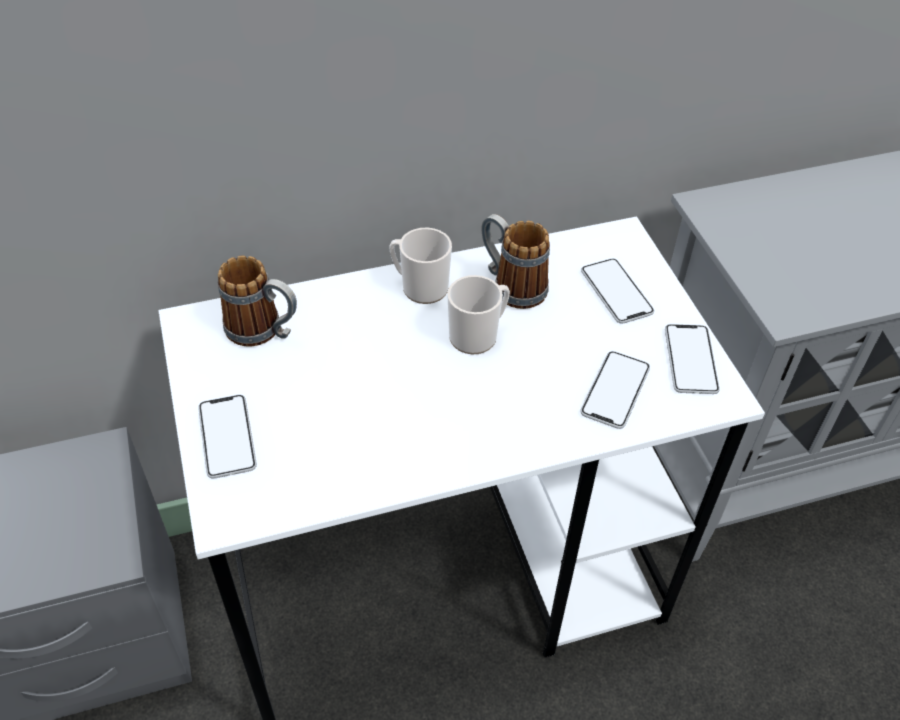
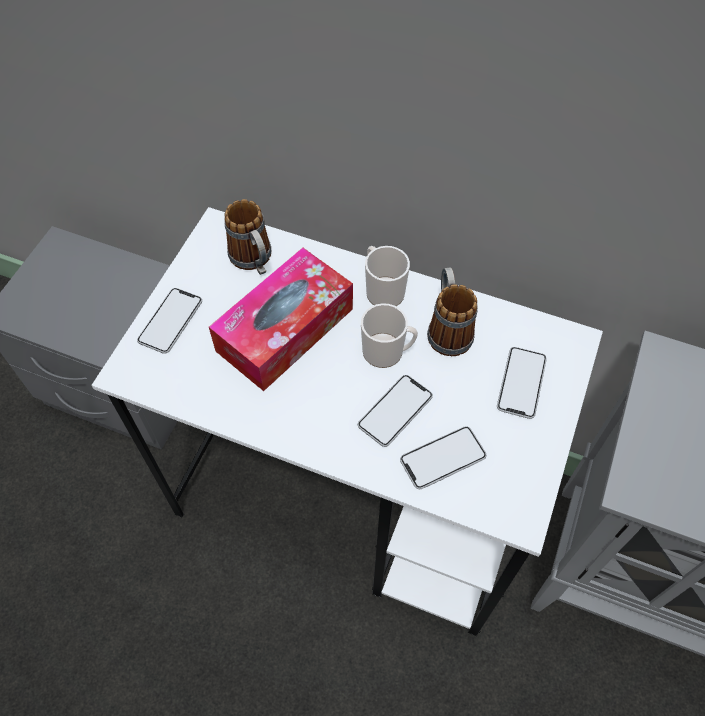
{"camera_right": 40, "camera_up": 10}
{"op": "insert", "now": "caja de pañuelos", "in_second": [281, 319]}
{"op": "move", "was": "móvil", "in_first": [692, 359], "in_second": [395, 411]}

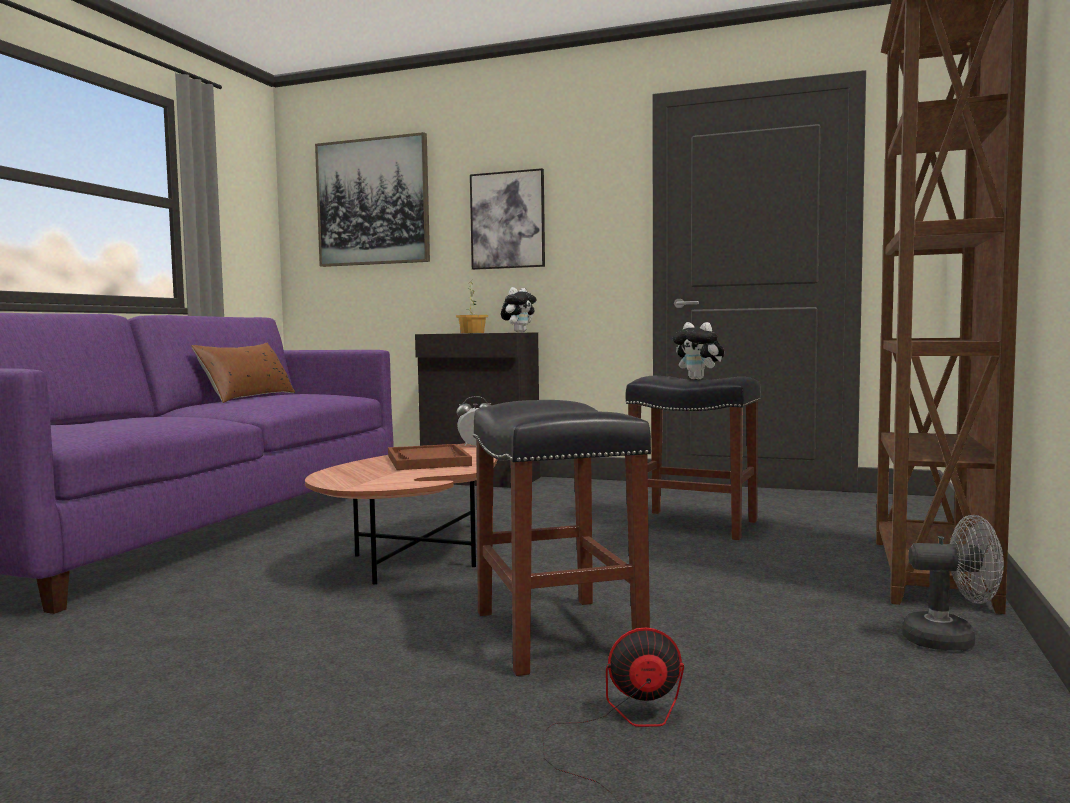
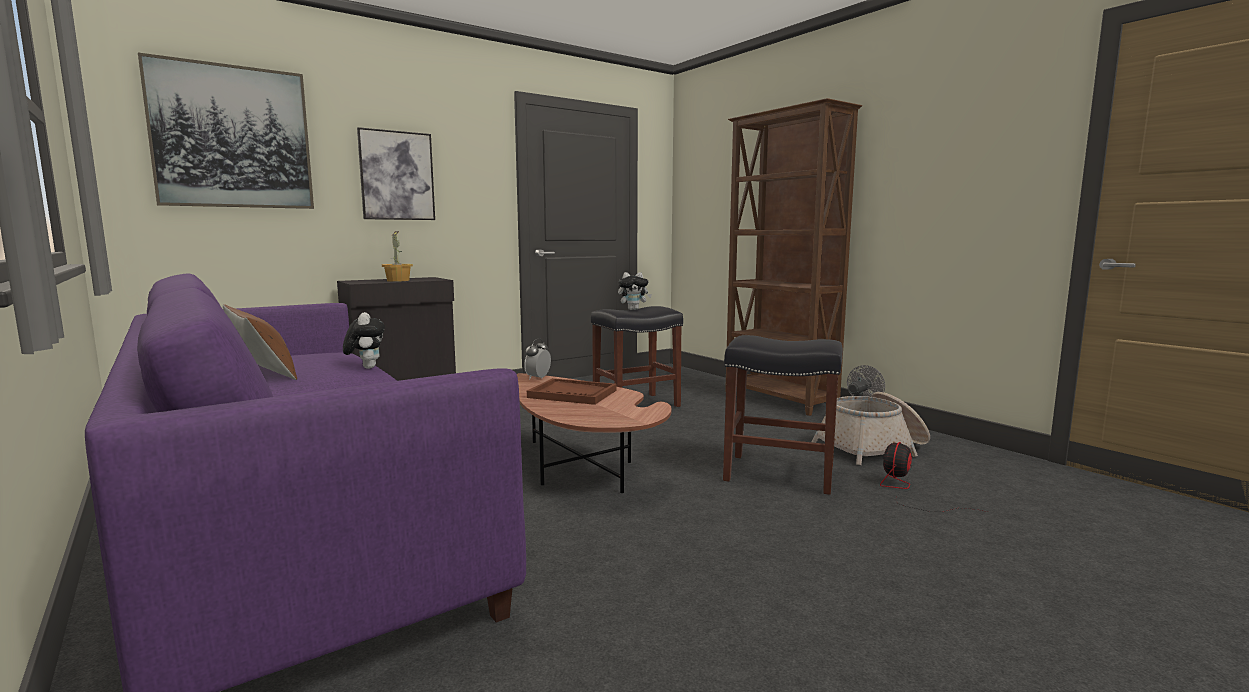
{"camera_right": -55, "camera_up": 5}
{"op": "move", "was": "peluche", "in_first": [518, 309], "in_second": [364, 340]}
{"op": "insert", "now": "cesta", "in_second": [870, 428]}

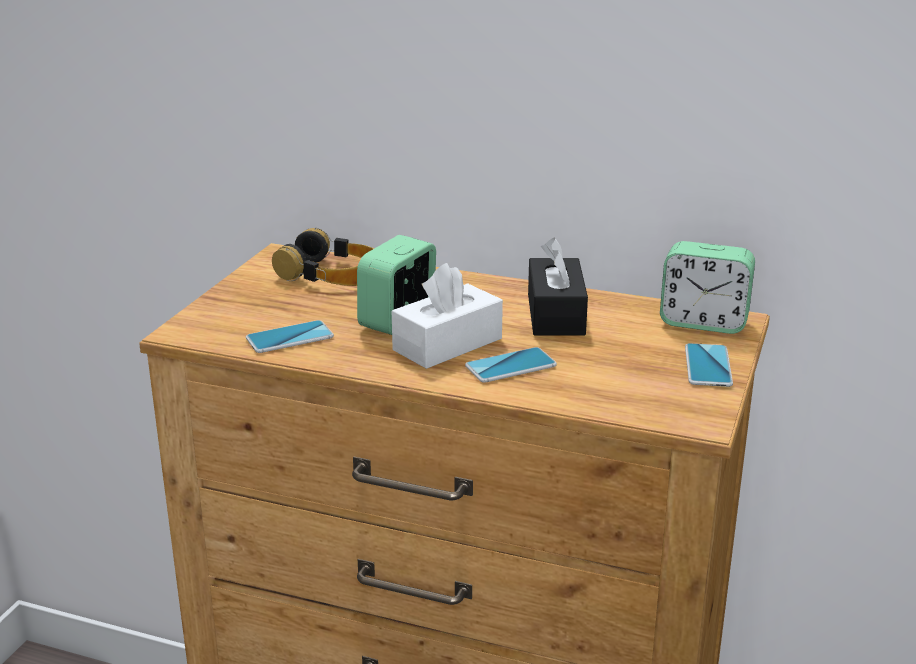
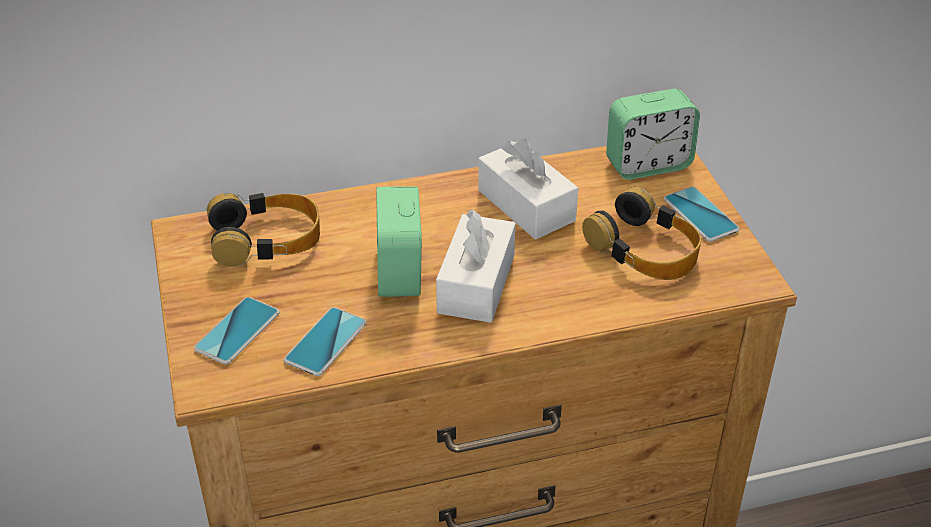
{"camera_right": -35, "camera_up": 15}
{"op": "move", "was": "móvil", "in_first": [511, 365], "in_second": [237, 330]}
{"op": "recolor", "was": "caja de pañuelos (negro)", "now": "caja de pañuelos (blanco)", "in_first": [558, 286], "in_second": [528, 189]}
{"op": "insert", "now": "auriculares", "in_second": [641, 233]}

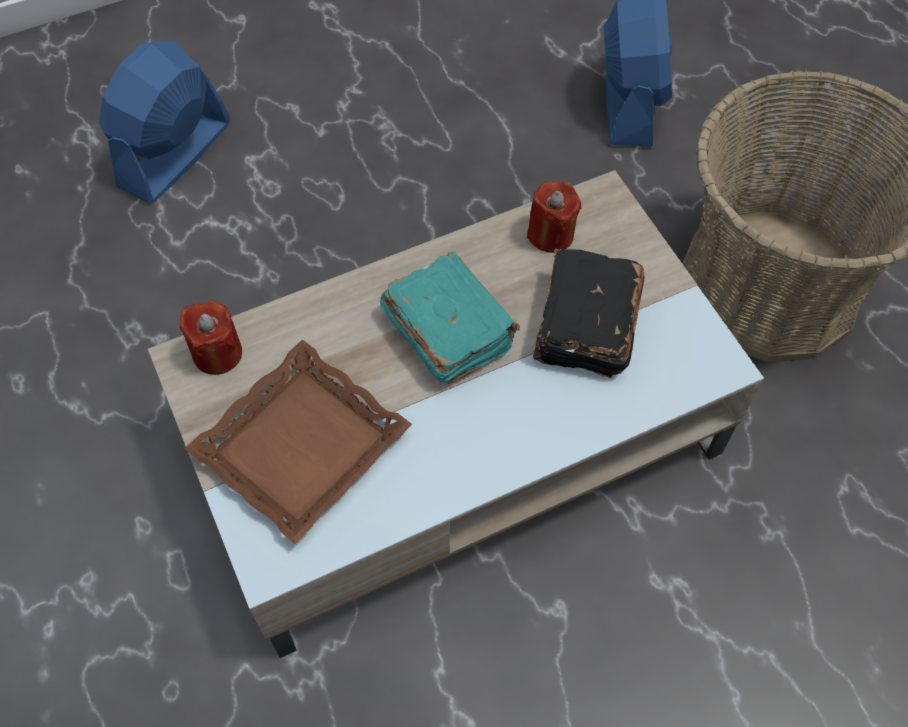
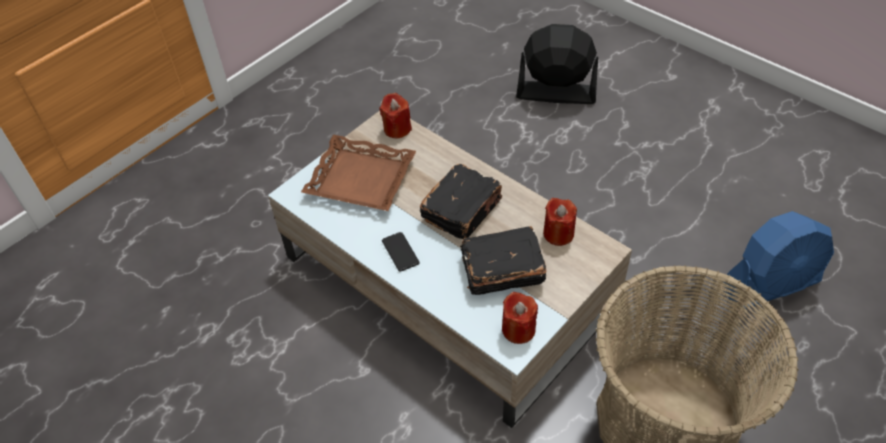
{"camera_right": 70, "camera_up": -10}
{"op": "insert", "now": "móvil", "in_second": [401, 251]}
{"op": "recolor", "was": "libro (turquesa)", "now": "libro (negro)", "in_first": [450, 318], "in_second": [461, 201]}
{"op": "insert", "now": "vela (rojo)", "in_second": [520, 318]}
{"op": "recolor", "was": "ventilador (azul)", "now": "ventilador (negro)", "in_first": [164, 122], "in_second": [557, 64]}

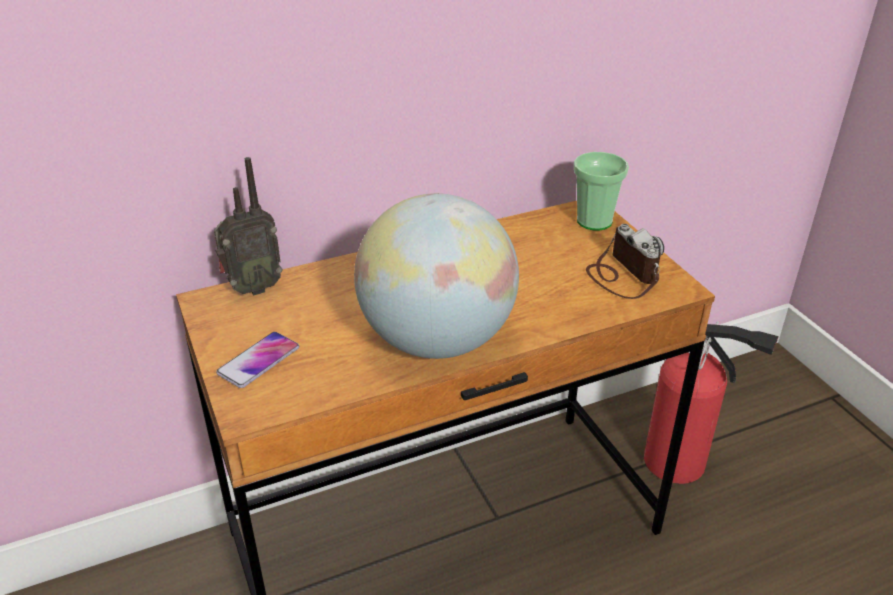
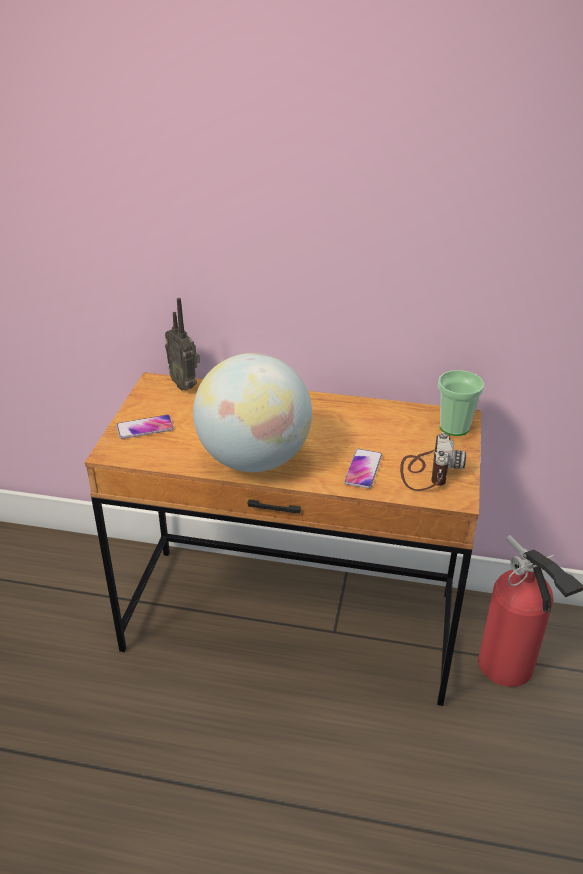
{"camera_right": 35, "camera_up": 0}
{"op": "rotate", "was": "radio", "in_first": [248, 226], "in_second": [182, 344], "clockwise": 45}
{"op": "insert", "now": "móvil", "in_second": [363, 469]}

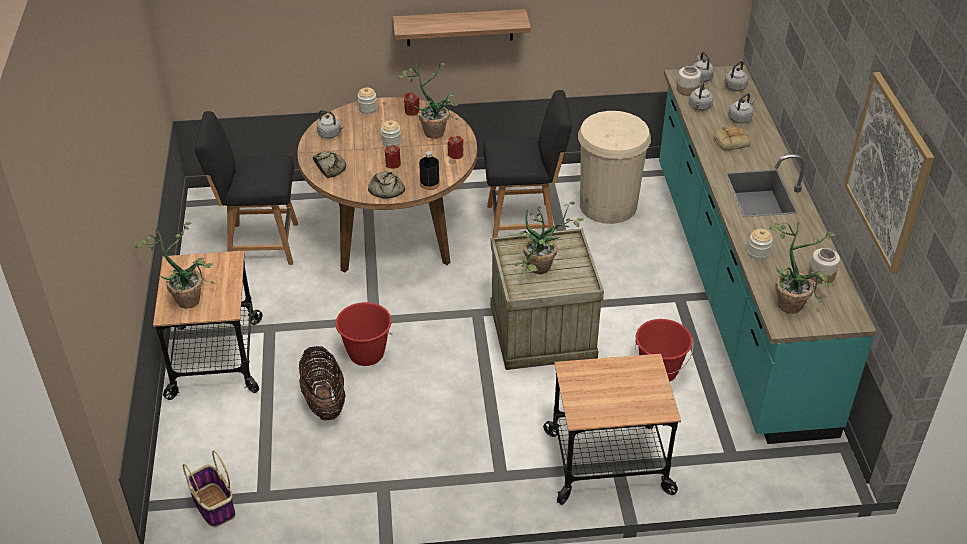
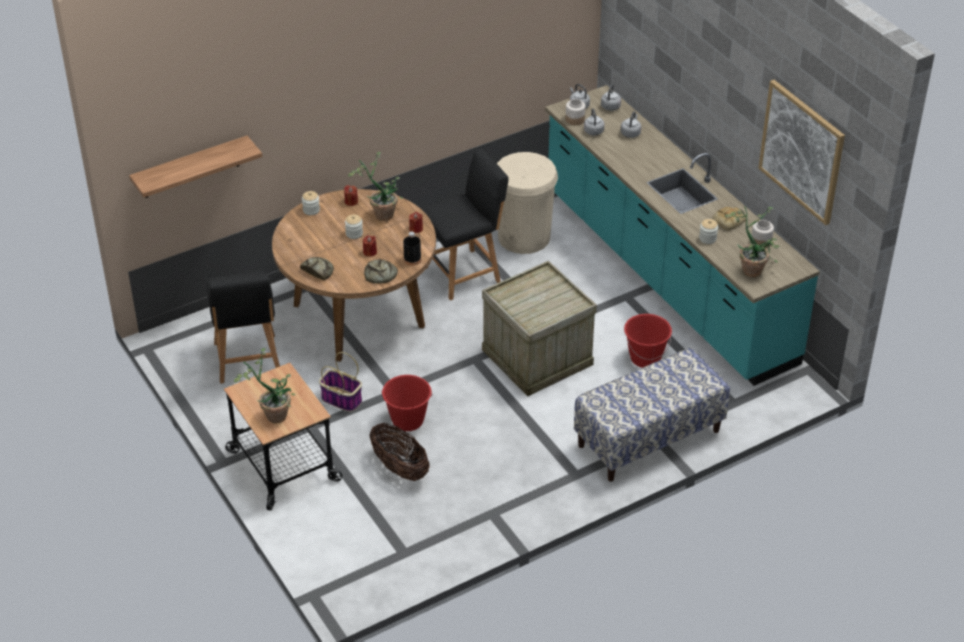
{"camera_right": -25, "camera_up": 0}
{"op": "move", "was": "estante", "in_first": [462, 27], "in_second": [195, 167]}
{"op": "rotate", "was": "silla (negro)", "in_first": [246, 188], "in_second": [243, 327], "clockwise": -75}
{"op": "move", "was": "cesta", "in_first": [209, 488], "in_second": [340, 382]}
{"op": "replace", "was": "carrito", "now": "banco", "in_first": [612, 429], "in_second": [652, 415]}
{"op": "move", "was": "pan", "in_first": [732, 138], "in_second": [729, 219]}
{"op": "delete", "was": "hervidor (gris)", "in_first": [330, 124]}
{"op": "delete", "was": "planta en maceta", "in_first": [549, 238]}

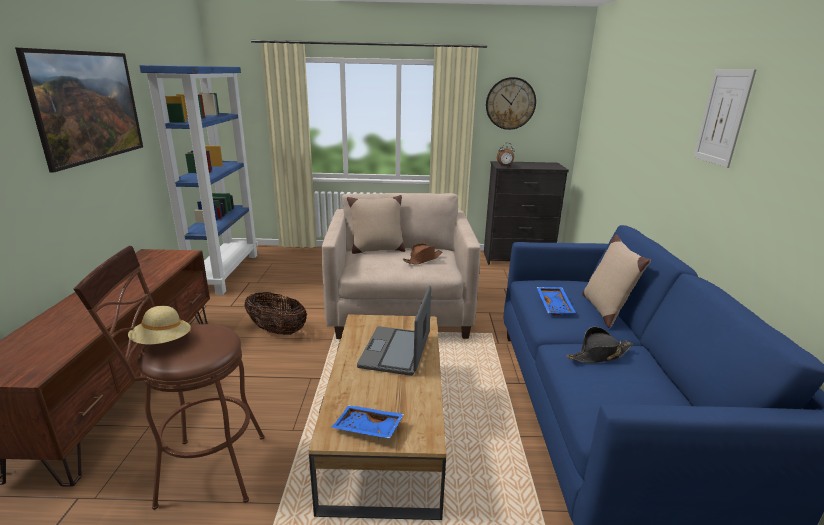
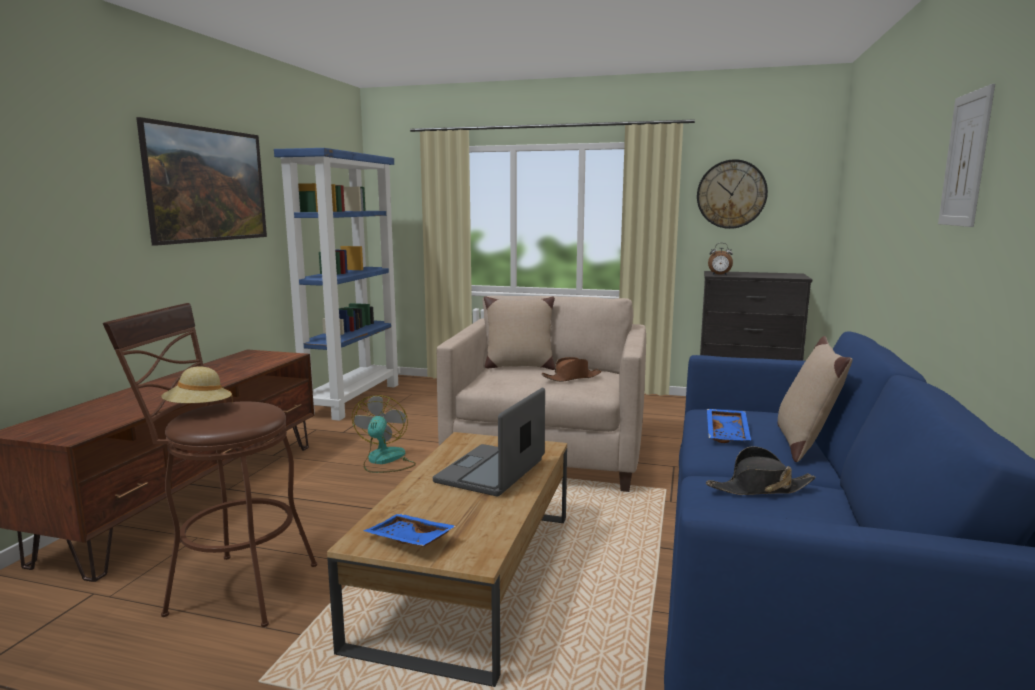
{"camera_right": 15, "camera_up": -10}
{"op": "replace", "was": "cesta", "now": "ventilador", "in_first": [275, 313], "in_second": [384, 434]}

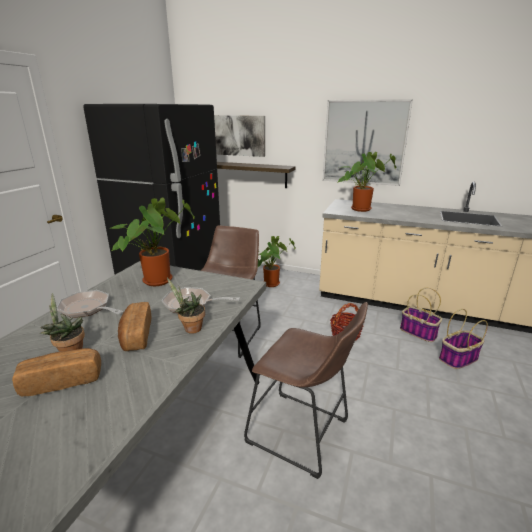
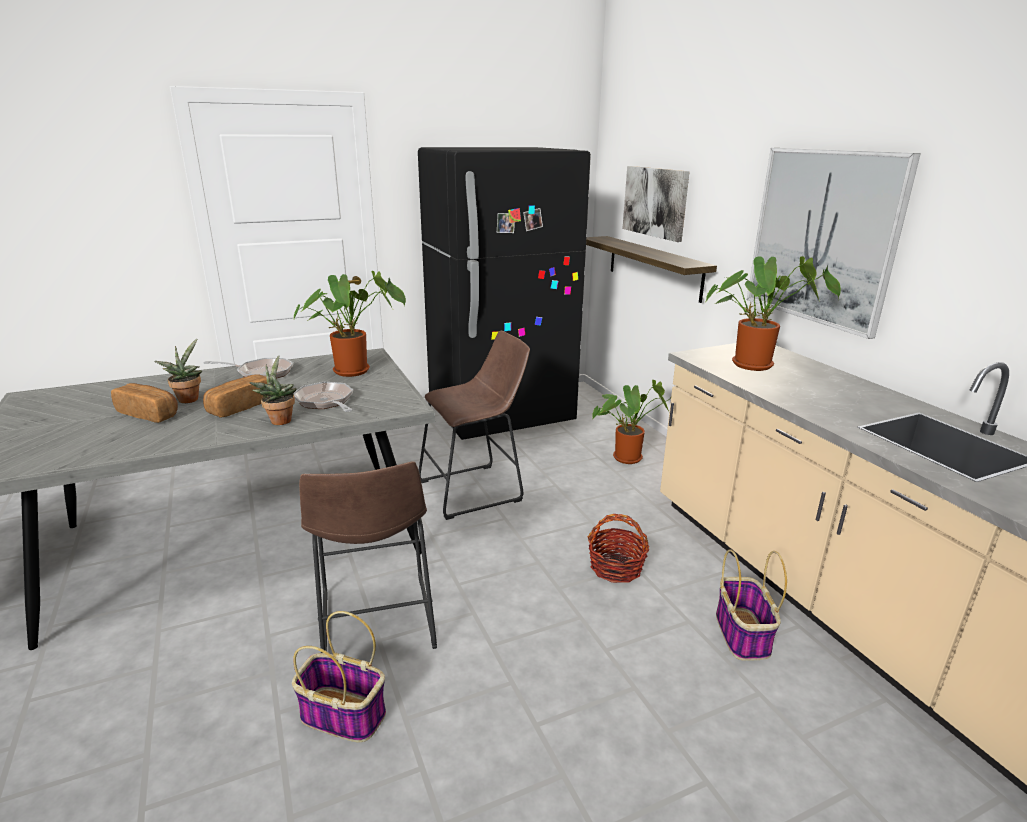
{"camera_right": 45, "camera_up": 0}
{"op": "rotate", "was": "sartén", "in_first": [90, 304], "in_second": [248, 368], "clockwise": 105}
{"op": "move", "was": "cesta", "in_first": [463, 339], "in_second": [339, 676]}

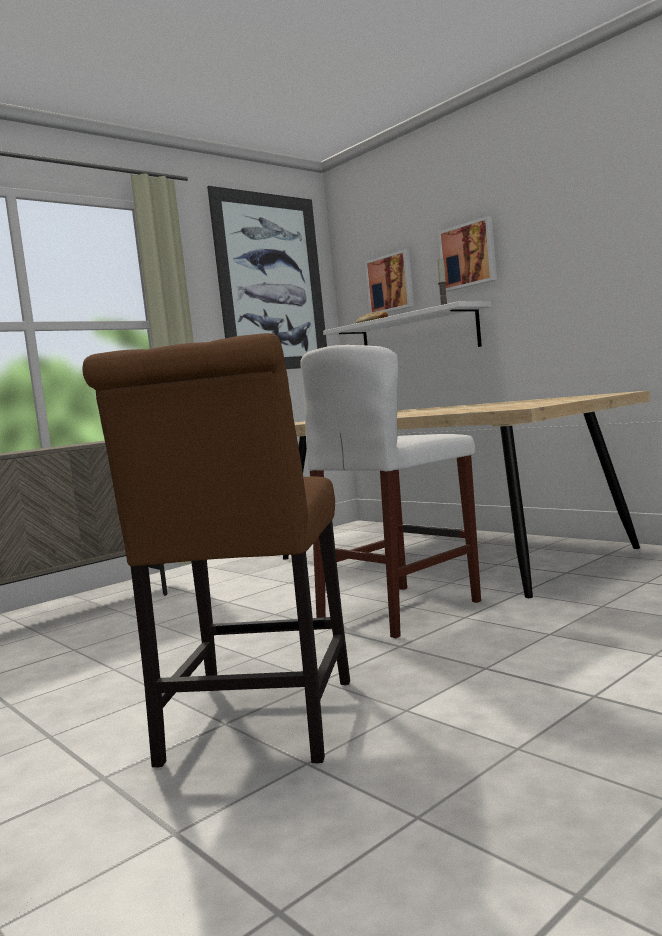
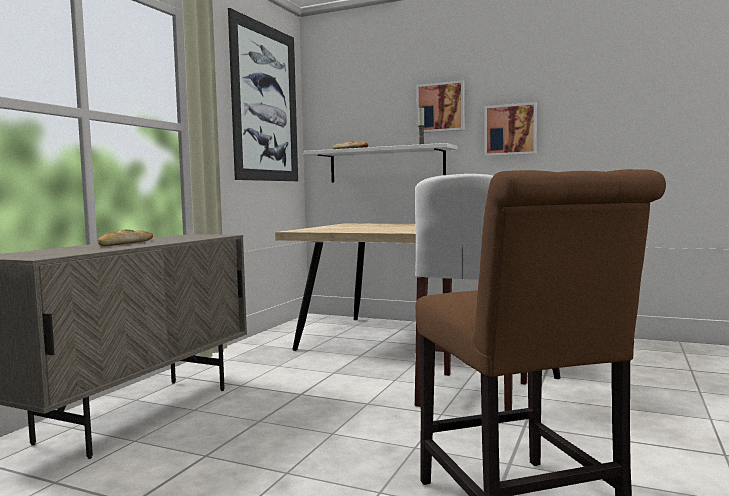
{"camera_right": -25, "camera_up": 0}
{"op": "insert", "now": "pan", "in_second": [125, 237]}
{"op": "move", "was": "cuadro", "in_first": [389, 281], "in_second": [510, 129]}

